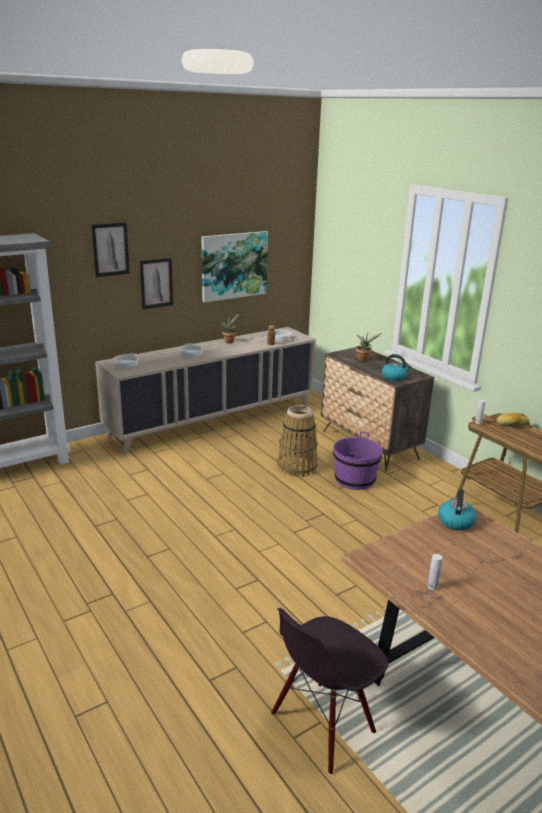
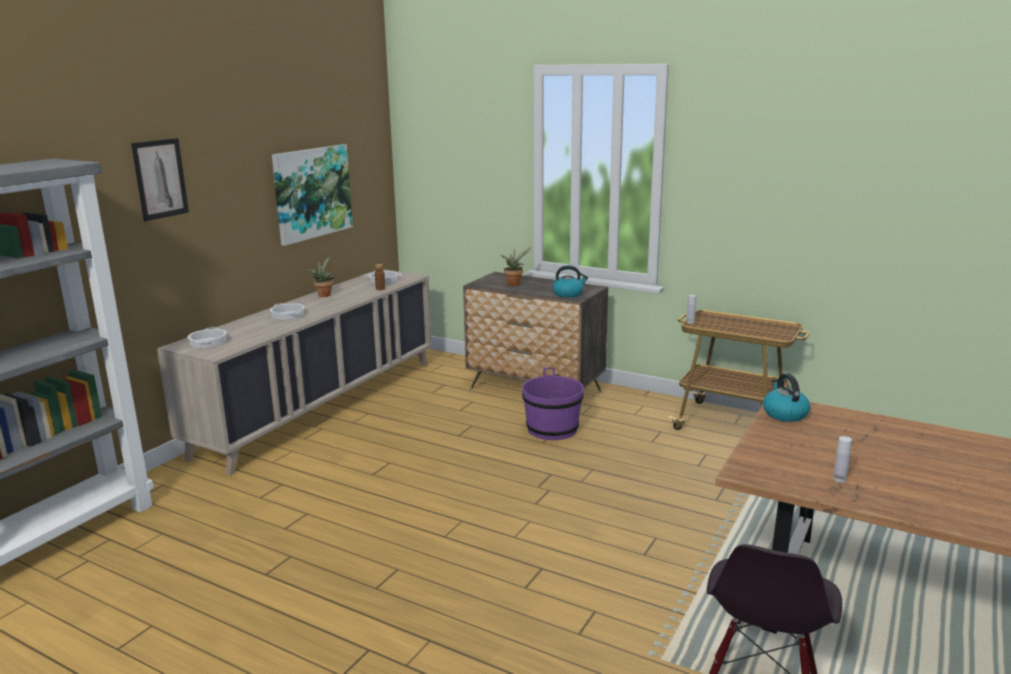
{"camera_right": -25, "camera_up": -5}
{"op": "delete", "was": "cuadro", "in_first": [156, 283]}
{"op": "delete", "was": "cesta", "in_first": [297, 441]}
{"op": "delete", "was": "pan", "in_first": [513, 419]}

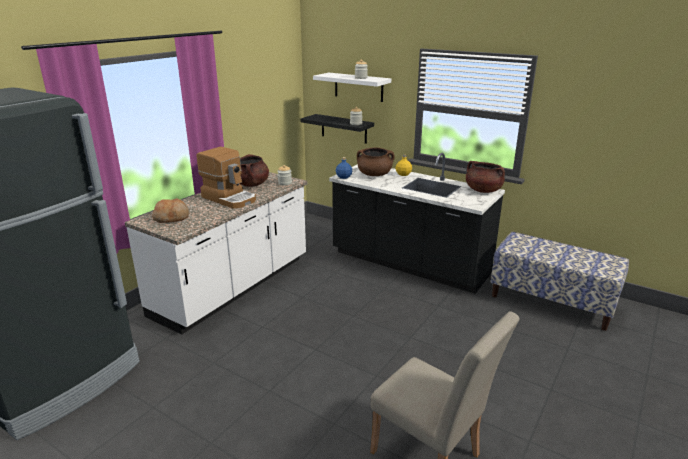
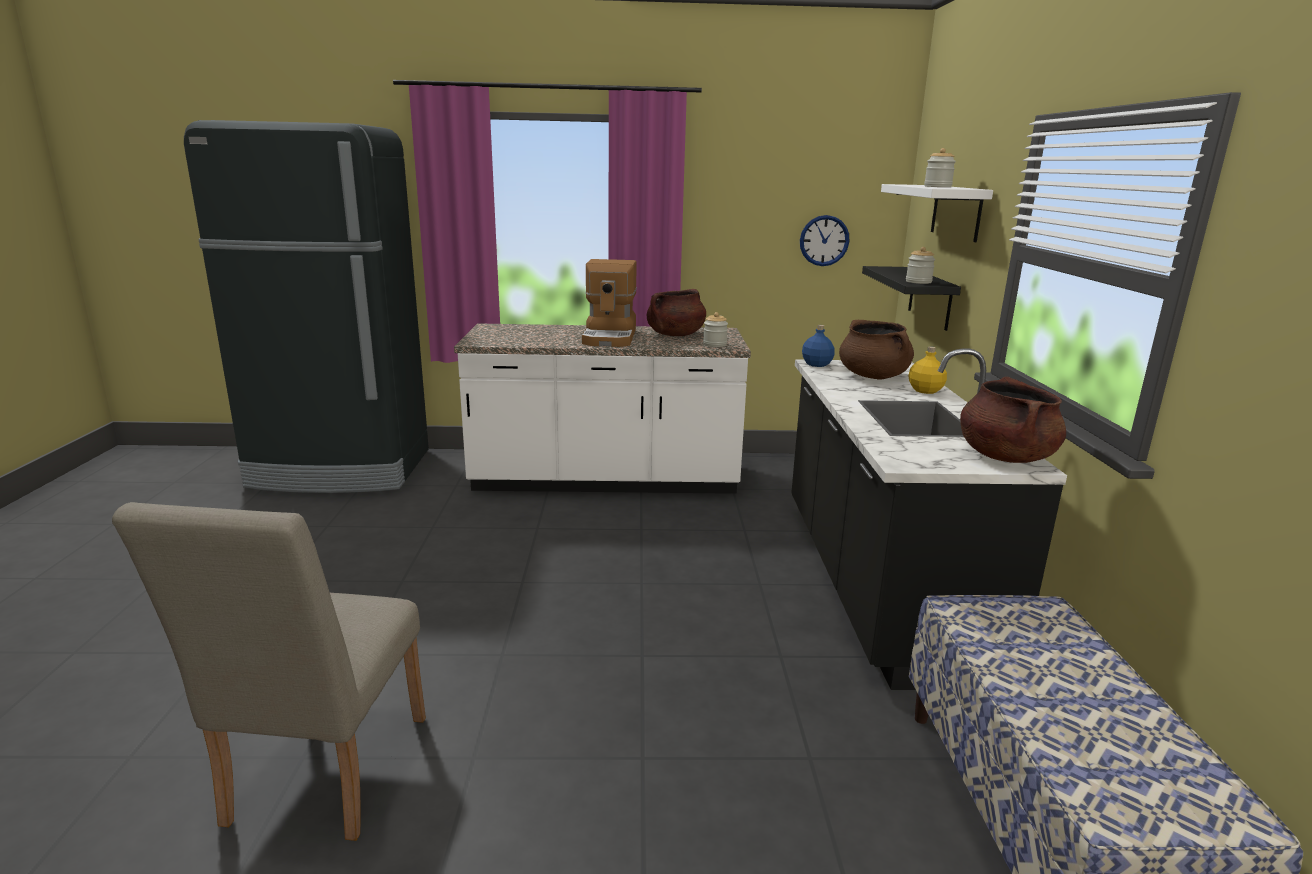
{"camera_right": 55, "camera_up": -5}
{"op": "insert", "now": "reloj de pared", "in_second": [825, 240]}
{"op": "delete", "was": "pan", "in_first": [170, 210]}

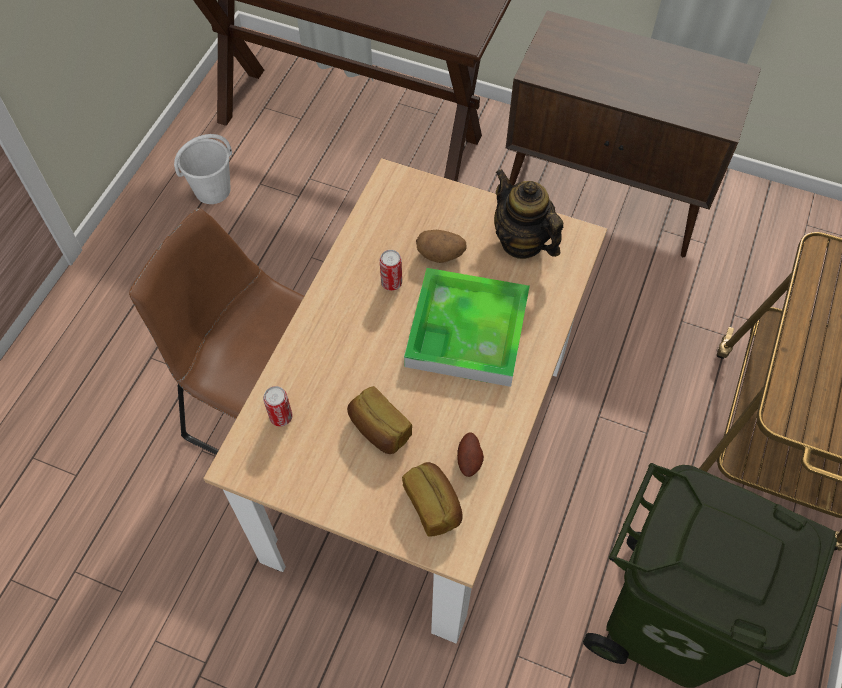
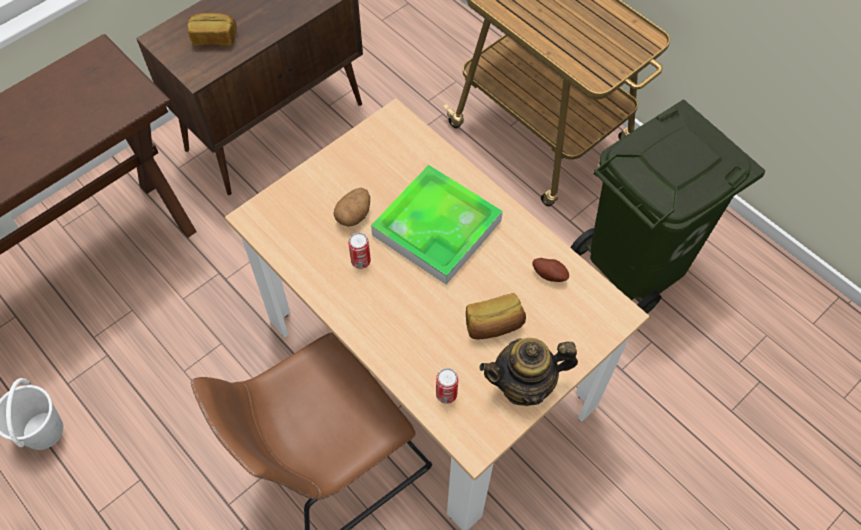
{"camera_right": -65, "camera_up": 0}
{"op": "move", "was": "pan", "in_first": [432, 499], "in_second": [212, 29]}
{"op": "move", "was": "tetera", "in_first": [528, 214], "in_second": [528, 372]}

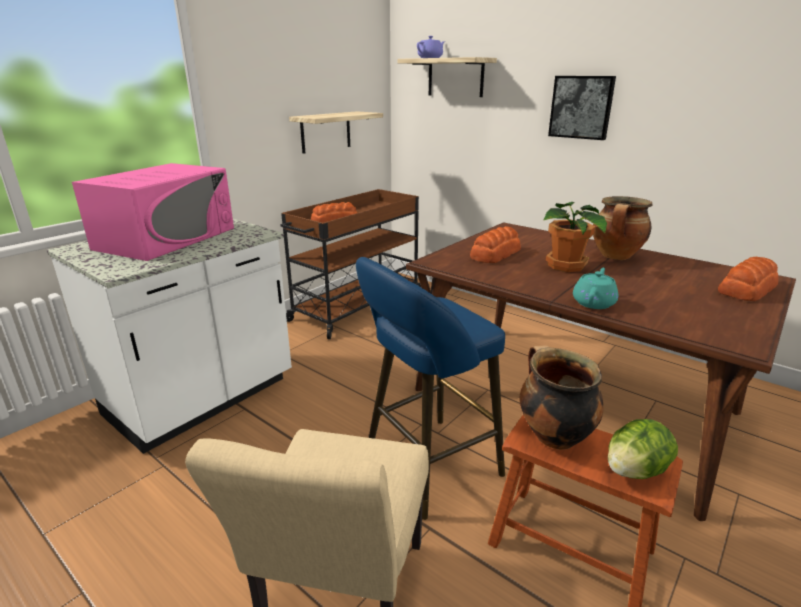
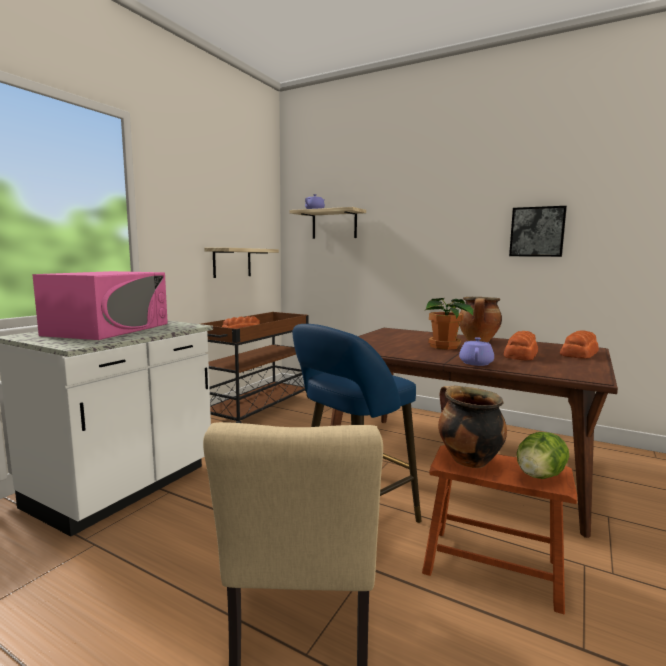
{"camera_right": -10, "camera_up": -15}
{"op": "recolor", "was": "tetera (turquesa)", "now": "tetera (morado)", "in_first": [595, 288], "in_second": [476, 351]}
{"op": "move", "was": "pan", "in_first": [495, 244], "in_second": [520, 345]}
{"op": "move", "was": "cuadro", "in_first": [582, 108], "in_second": [538, 231]}

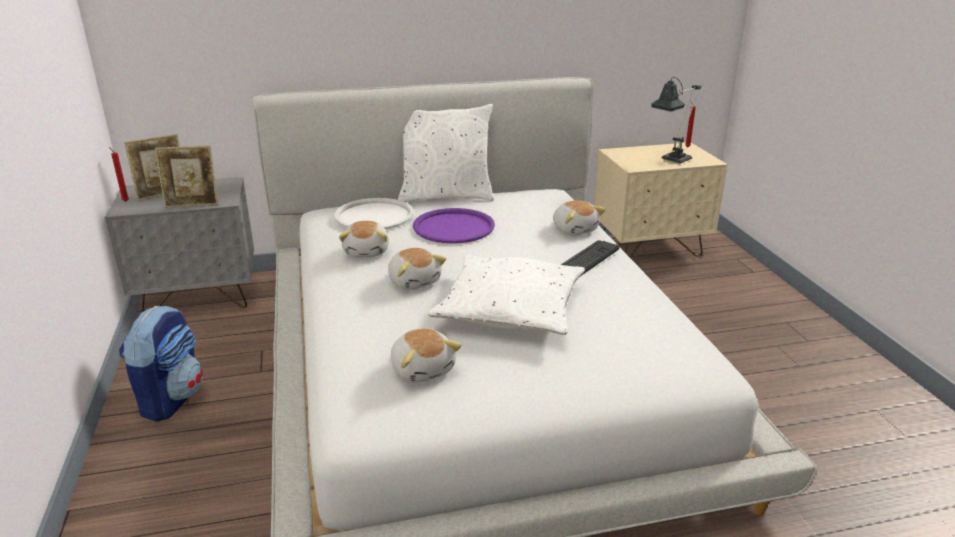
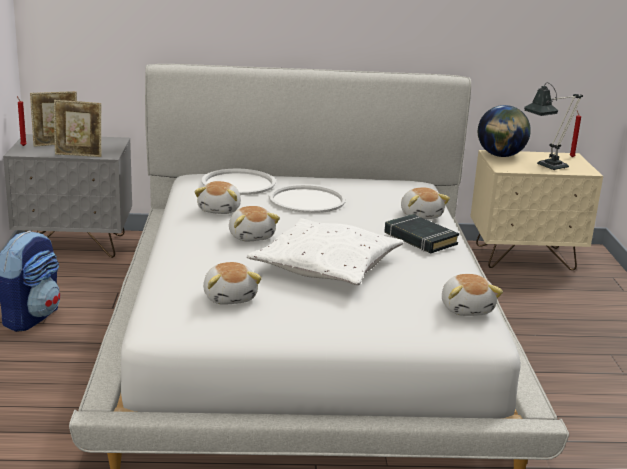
{"camera_right": 10, "camera_up": -5}
{"op": "recolor", "was": "bandeja (morado)", "now": "bandeja (blanco)", "in_first": [454, 225], "in_second": [307, 198]}
{"op": "replace", "was": "teclado", "now": "libro (negro)", "in_first": [590, 258], "in_second": [421, 233]}
{"op": "insert", "now": "peluche", "in_second": [472, 295]}
{"op": "insert", "now": "globo terráqueo", "in_second": [504, 131]}
{"op": "delete", "was": "cojín (blanco)", "in_first": [446, 153]}

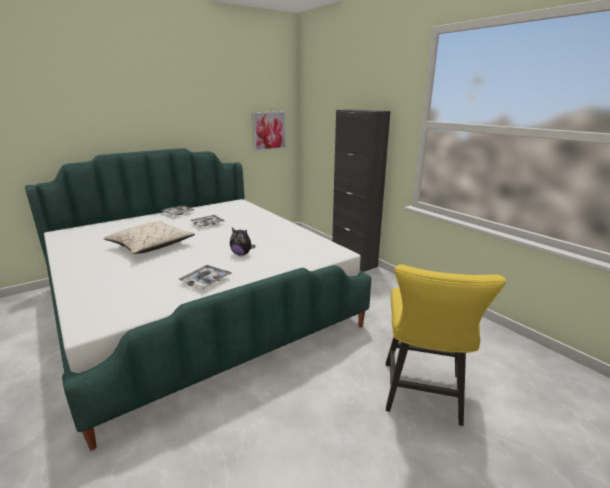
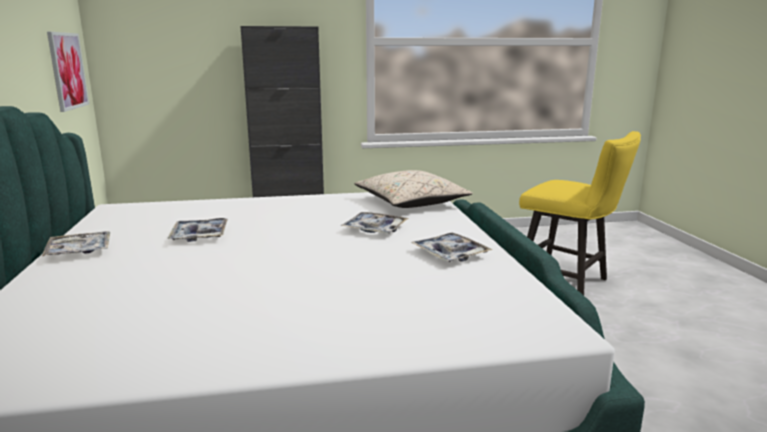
{"camera_right": -65, "camera_up": -5}
{"op": "replace", "was": "peluche", "now": "bandeja", "in_first": [242, 242], "in_second": [374, 223]}
{"op": "move", "was": "cojín (beis)", "in_first": [149, 237], "in_second": [413, 189]}

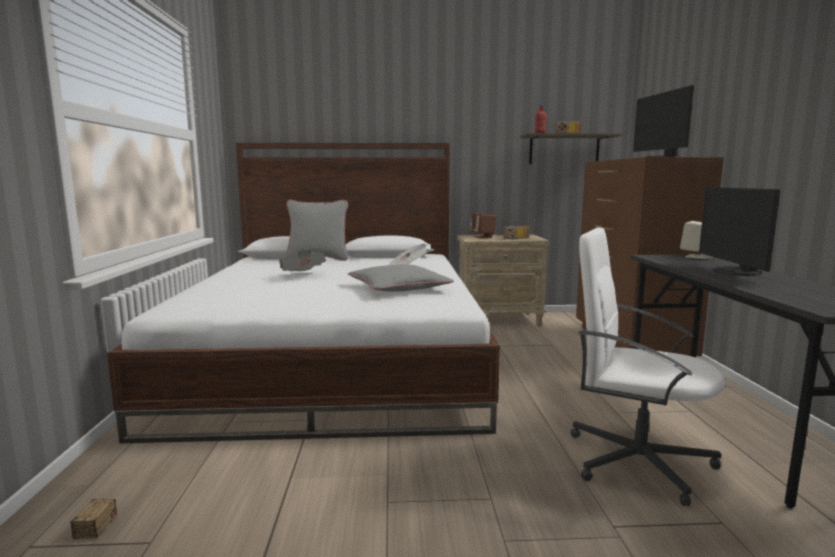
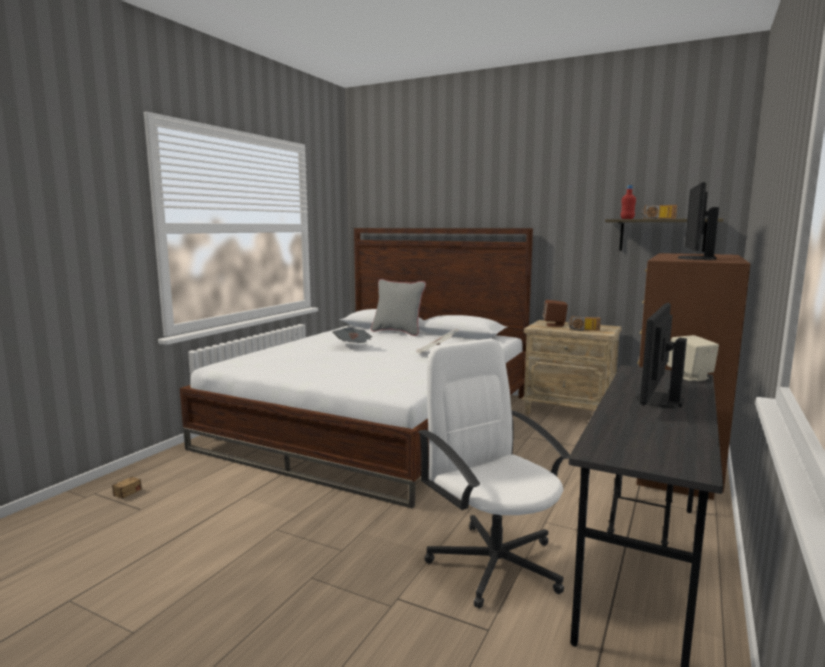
{"camera_right": 30, "camera_up": 0}
{"op": "delete", "was": "cojín (gris)", "in_first": [401, 278]}

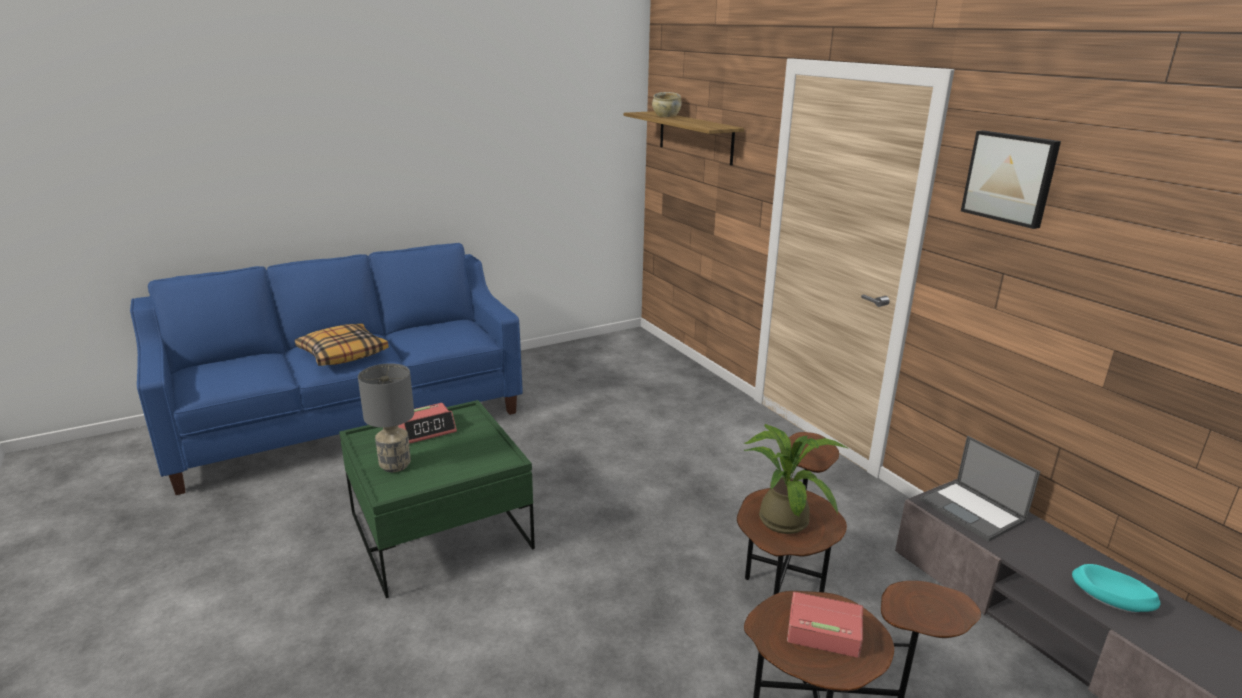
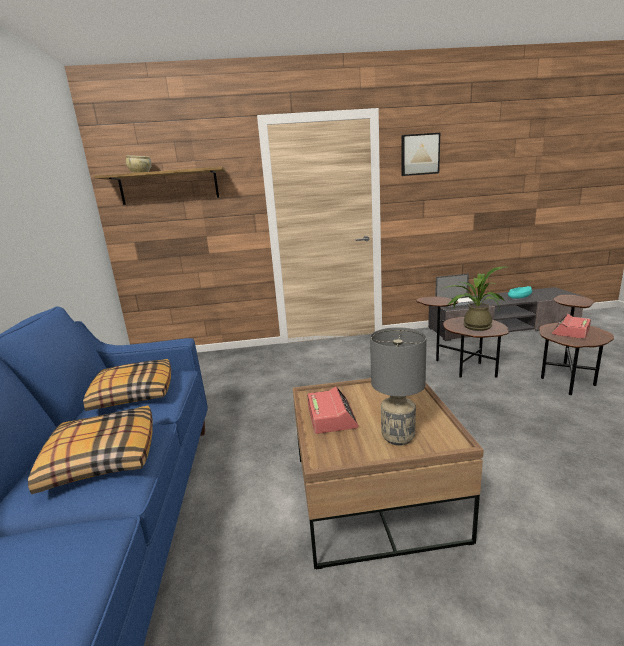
{"camera_right": -65, "camera_up": -5}
{"op": "insert", "now": "cojín", "in_second": [127, 385]}
{"op": "recolor", "was": "mesa de centro (verde)", "now": "mesa de centro (marrón)", "in_first": [437, 499], "in_second": [388, 474]}

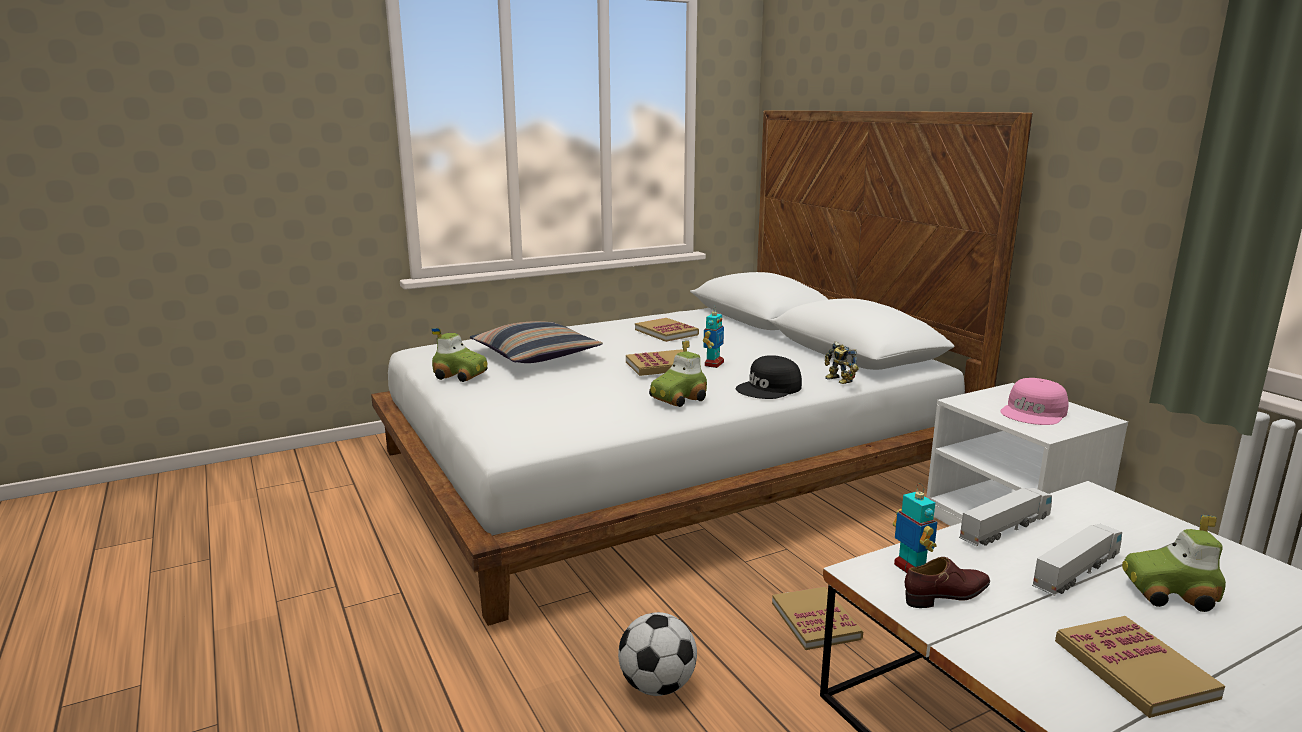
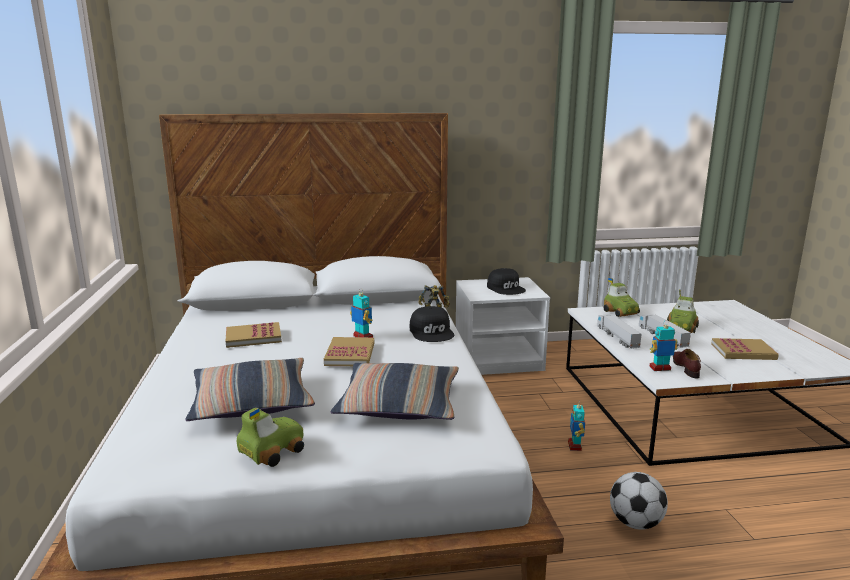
{"camera_right": -70, "camera_up": 0}
{"op": "insert", "now": "cojín", "in_second": [394, 391]}
{"op": "recolor", "was": "gorra (rosa)", "now": "gorra (negro)", "in_first": [1034, 401], "in_second": [506, 281]}
{"op": "replace", "was": "libro", "now": "robot de juguete", "in_first": [817, 618], "in_second": [576, 425]}
{"op": "move", "was": "coche de juguete", "in_first": [678, 373], "in_second": [622, 297]}

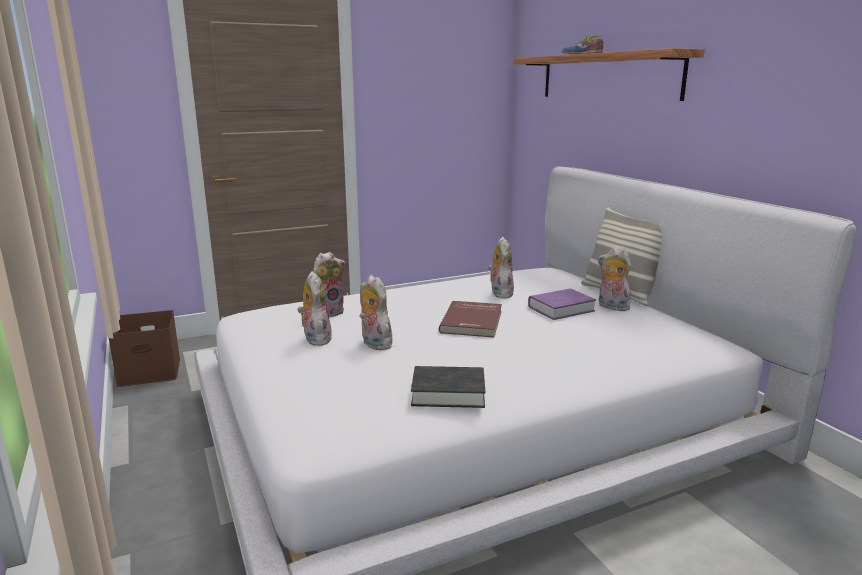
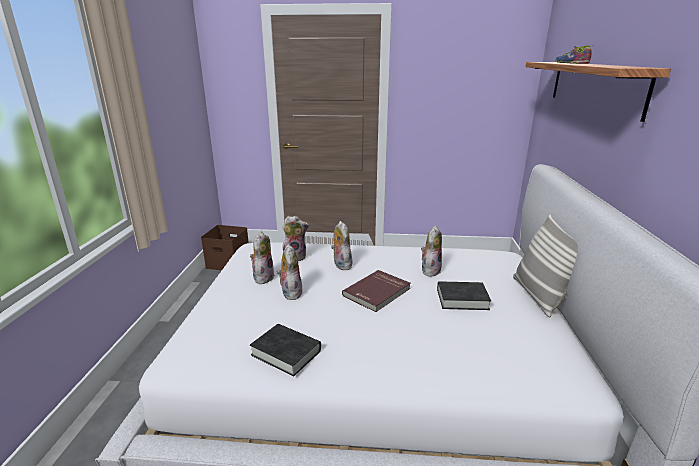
{"camera_right": 30, "camera_up": 5}
{"op": "move", "was": "peluche", "in_first": [615, 279], "in_second": [341, 245]}
{"op": "recolor", "was": "libro (morado)", "now": "libro (negro)", "in_first": [562, 304], "in_second": [464, 295]}

